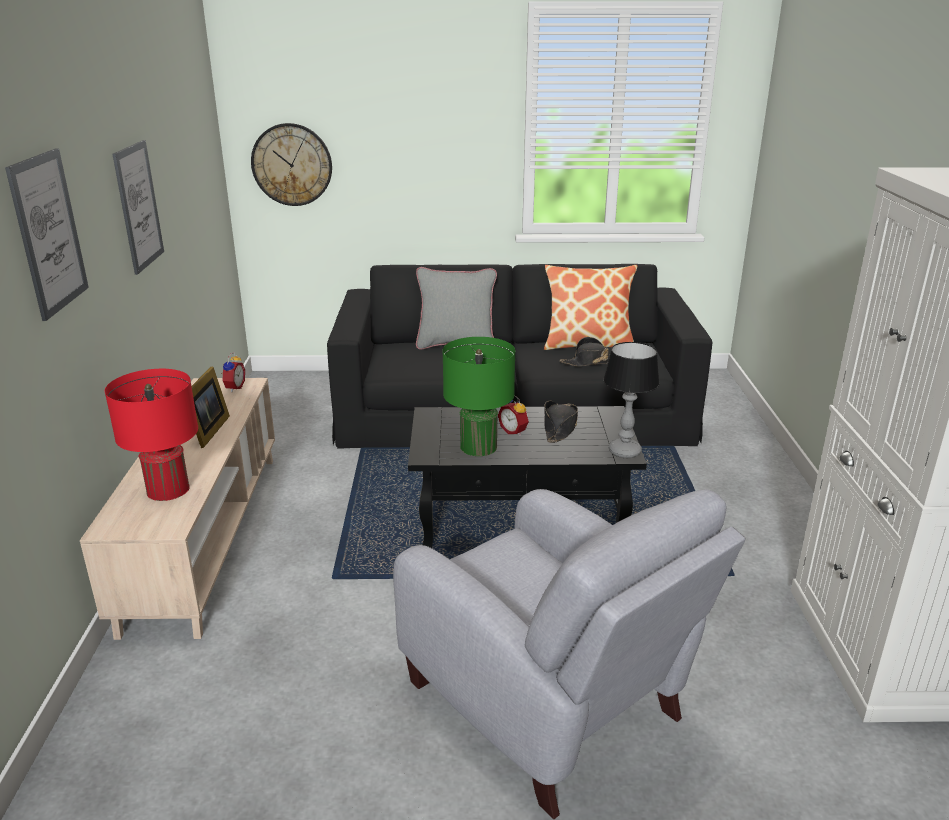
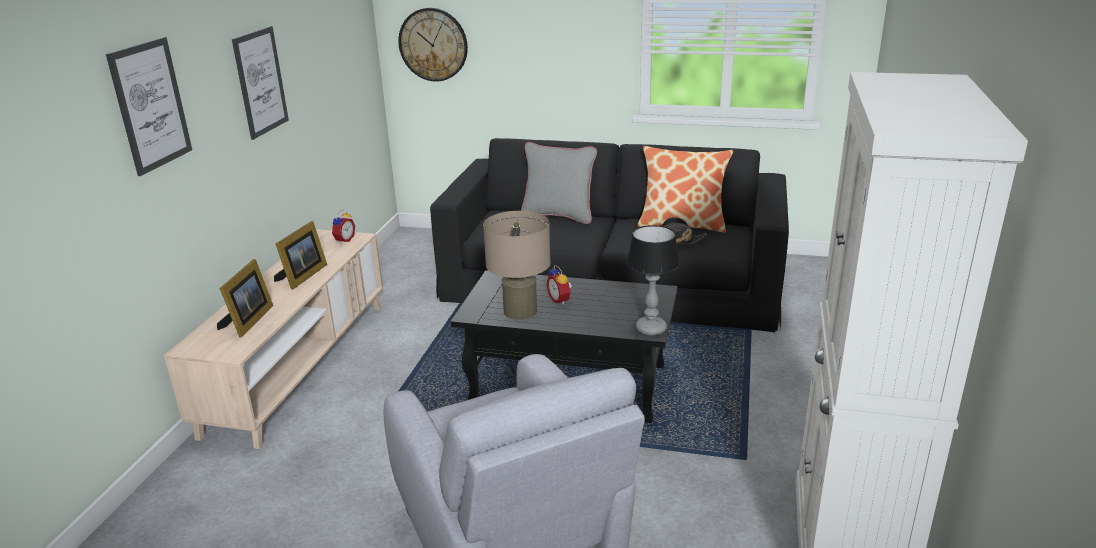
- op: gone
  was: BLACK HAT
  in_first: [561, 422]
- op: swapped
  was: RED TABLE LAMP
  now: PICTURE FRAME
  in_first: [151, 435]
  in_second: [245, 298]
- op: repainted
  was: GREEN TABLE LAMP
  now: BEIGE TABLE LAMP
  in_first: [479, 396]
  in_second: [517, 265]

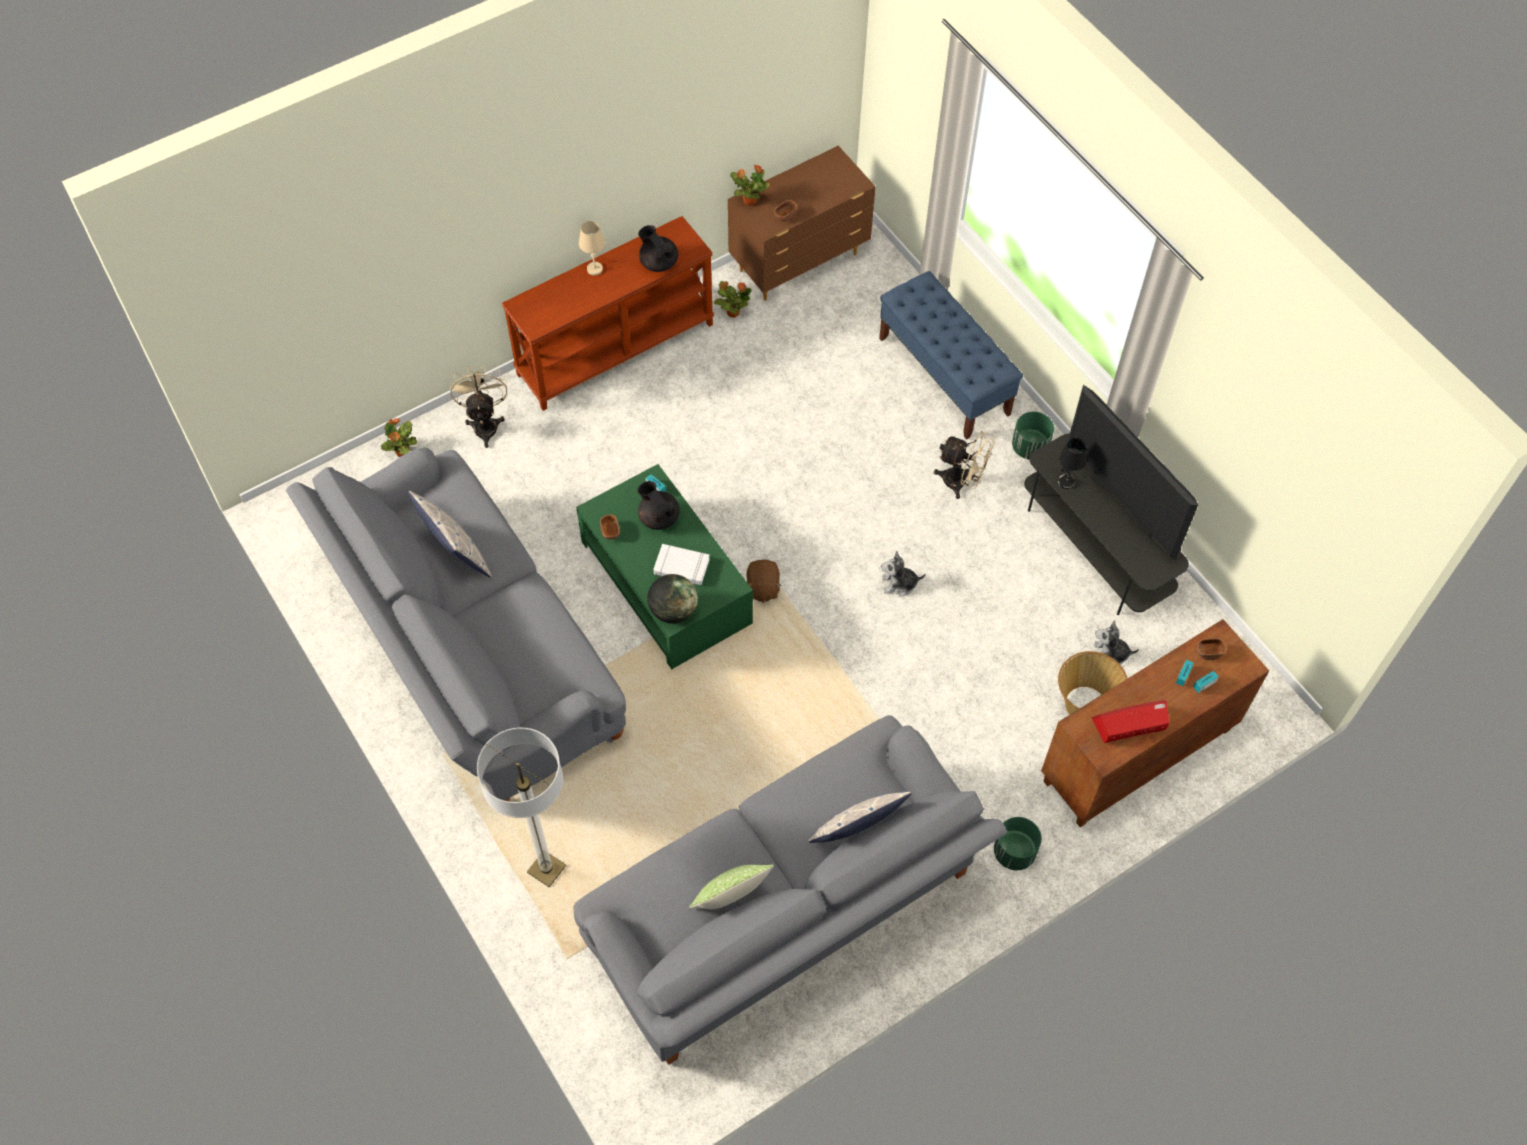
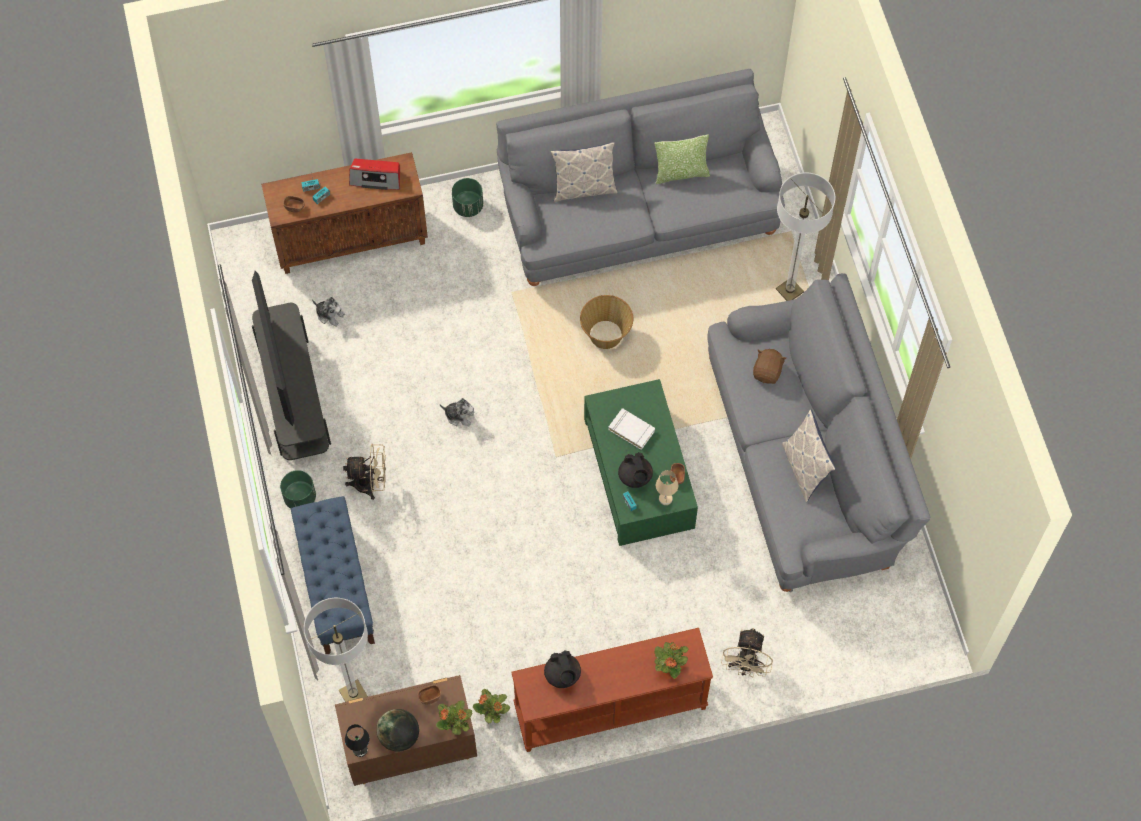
- op: new
  now: FLOOR LAMP
  in_second: [336, 650]
- op: shifted
  was: POTTED PLANT
  in_first: [399, 437]
  in_second: [671, 660]
- op: shifted
  was: BEIGE TABLE LAMP
  in_first: [592, 248]
  in_second: [667, 487]
- op: shifted
  was: GLOBE
  in_first: [672, 598]
  in_second: [397, 730]
- op: shifted
  was: BROWN PLUSH TOY
  in_first: [764, 581]
  in_second: [769, 366]
- op: shifted
  was: BLACK TABLE LAMP
  in_first: [1072, 463]
  in_second: [357, 740]
- op: shifted
  was: BASKET
  in_first: [1093, 683]
  in_second: [606, 322]
- op: rotated
  was: BEIGE FAN
  in_first: [964, 465]
  in_second: [364, 472]
  clockwise: 135

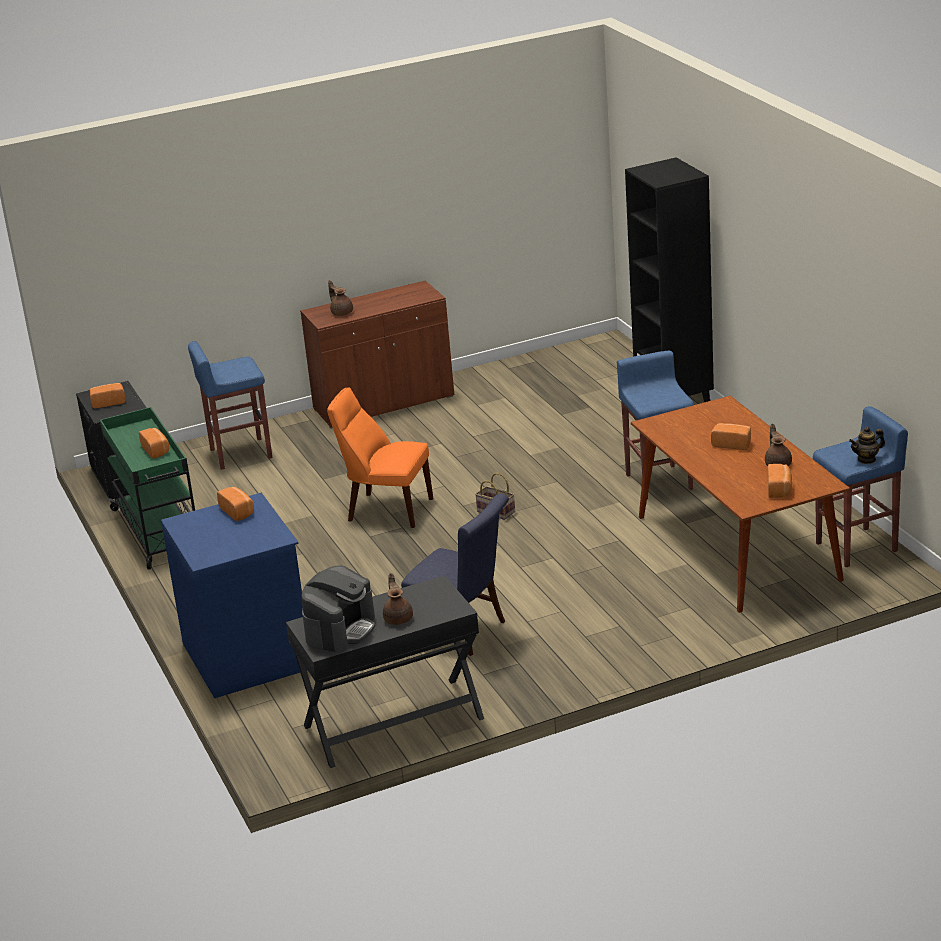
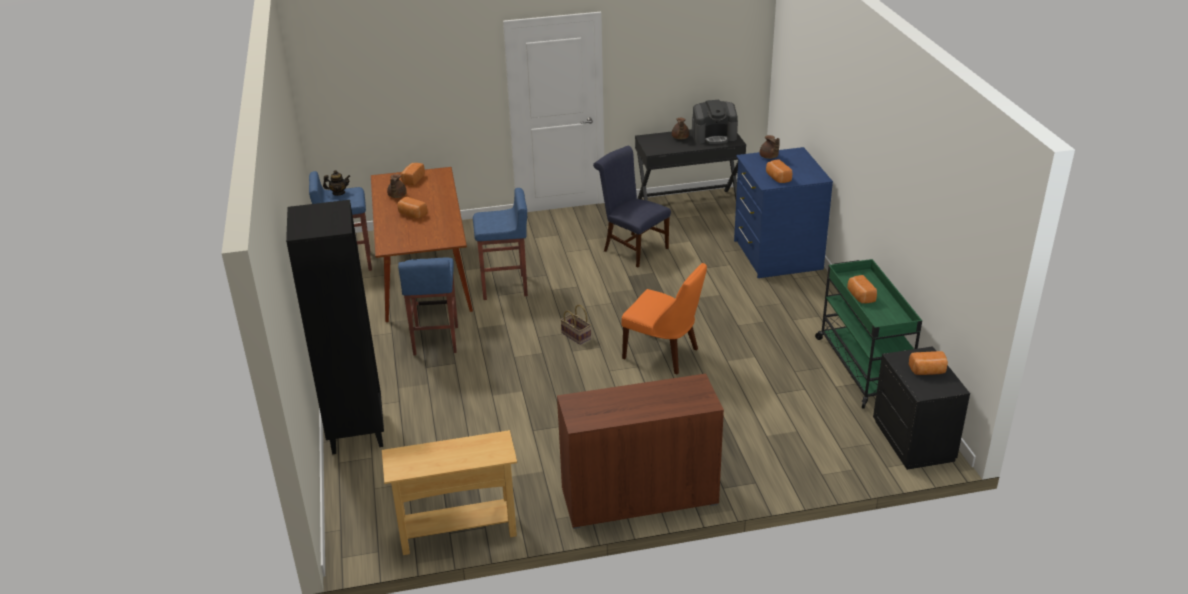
- op: new
  now: BEIGE CONSOLE TABLE
  in_second: [449, 492]
- op: shifted
  was: BLUE STOOL
  in_first: [230, 405]
  in_second: [500, 244]
- op: shifted
  was: BROWN TEAPOT
  in_first: [340, 298]
  in_second: [770, 147]
- op: rotated
  was: COFFEE MACHINE
  in_first: [338, 609]
  in_second: [715, 122]
  clockwise: -135

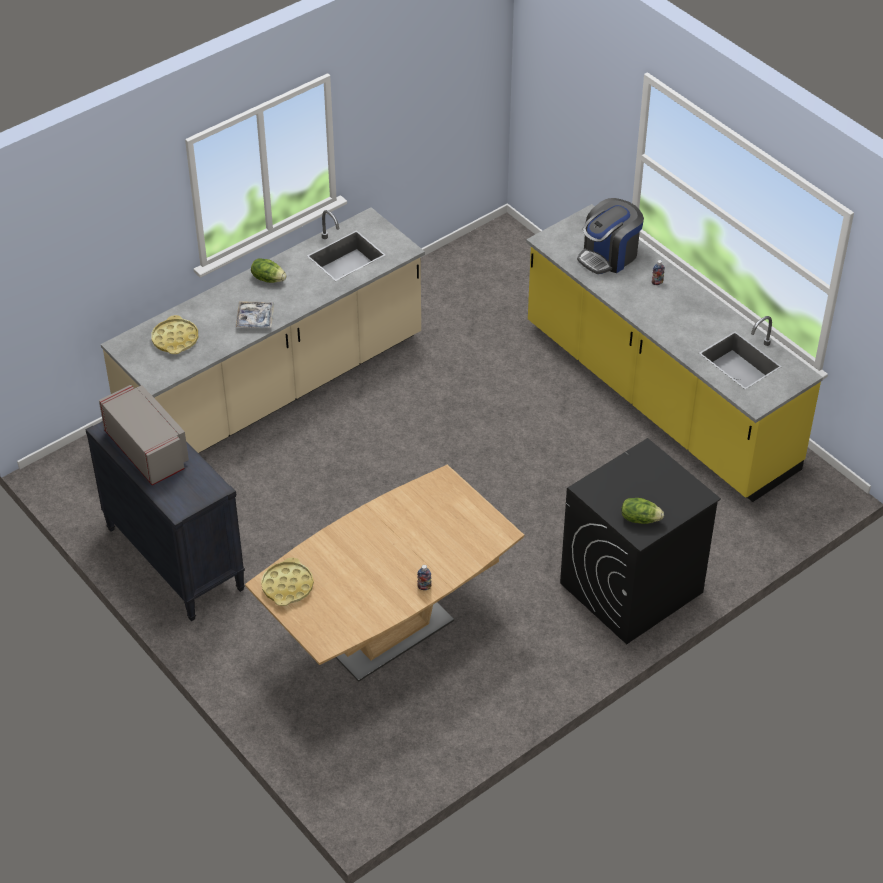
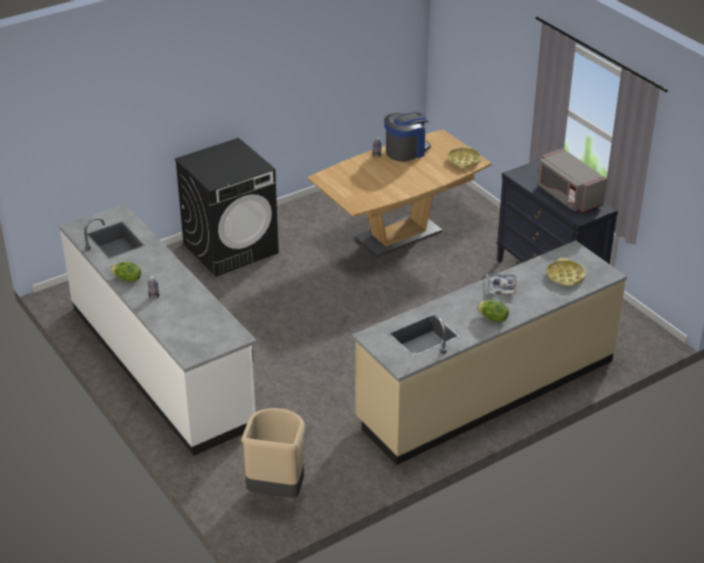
- op: new
  now: BEIGE TRASH CAN
  in_second: [273, 453]
- op: shifted
  was: COFFEE MACHINE
  in_first: [610, 236]
  in_second: [407, 137]
- op: shifted
  was: LETTUCE
  in_first: [642, 511]
  in_second: [125, 272]
- op: repainted
  was: YELLOW COUNTER
  now: WHITE COUNTER
  in_first: [674, 353]
  in_second: [158, 330]

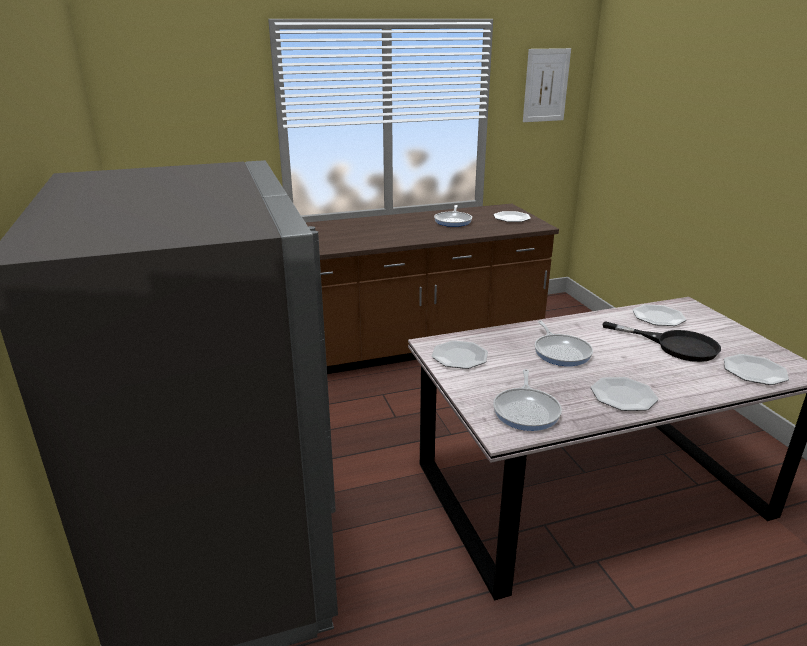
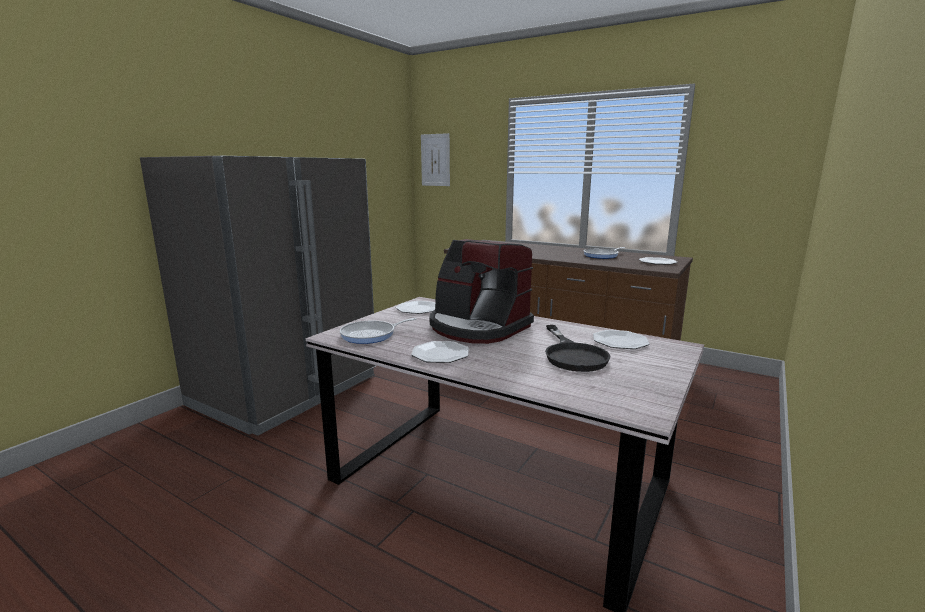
- op: gone
  was: PLATE
  in_first: [756, 369]
- op: shifted
  was: PICTURE
  in_first: [547, 85]
  in_second: [435, 159]
- op: swapped
  was: FRYING PAN
  now: COFFEE MACHINE
  in_first: [563, 343]
  in_second: [482, 291]

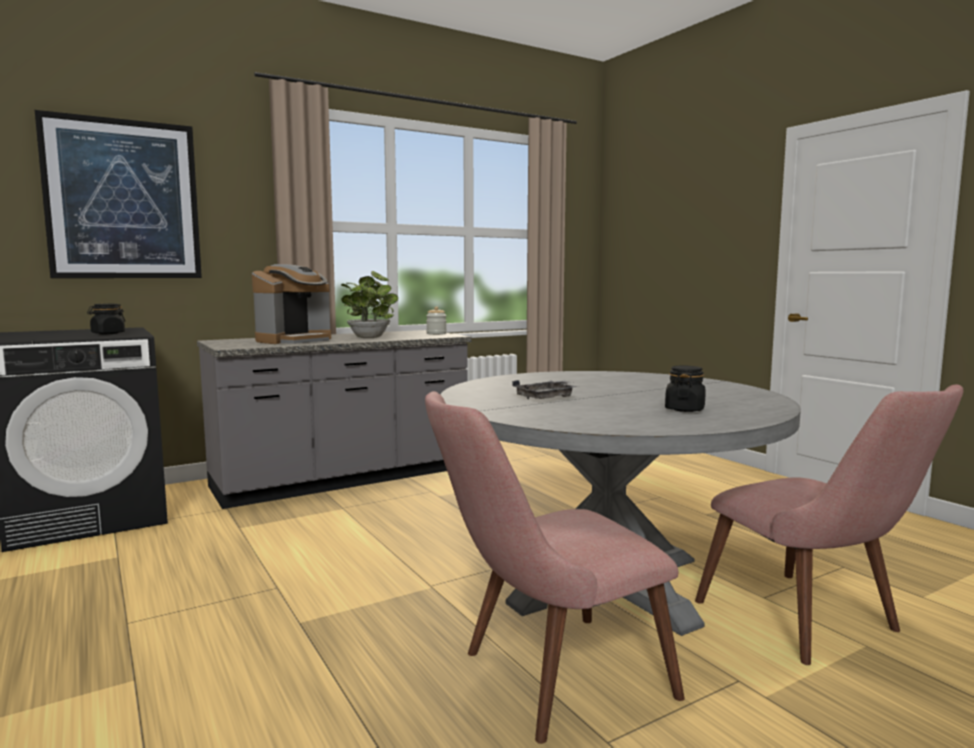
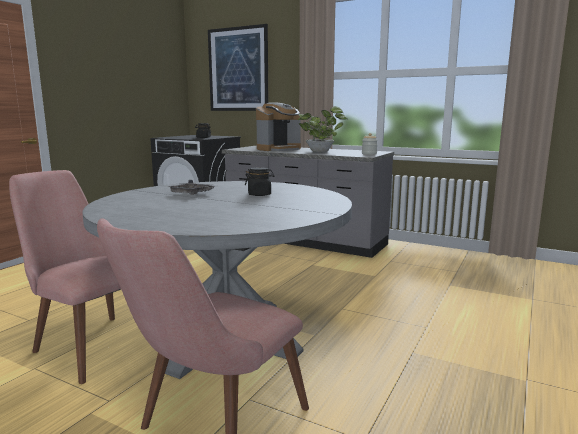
- op: shifted
  was: BLACK JAR
  in_first: [685, 389]
  in_second: [259, 181]
- op: rotated
  was: COFFEE MACHINE
  in_first: [291, 304]
  in_second: [278, 126]
  clockwise: -45

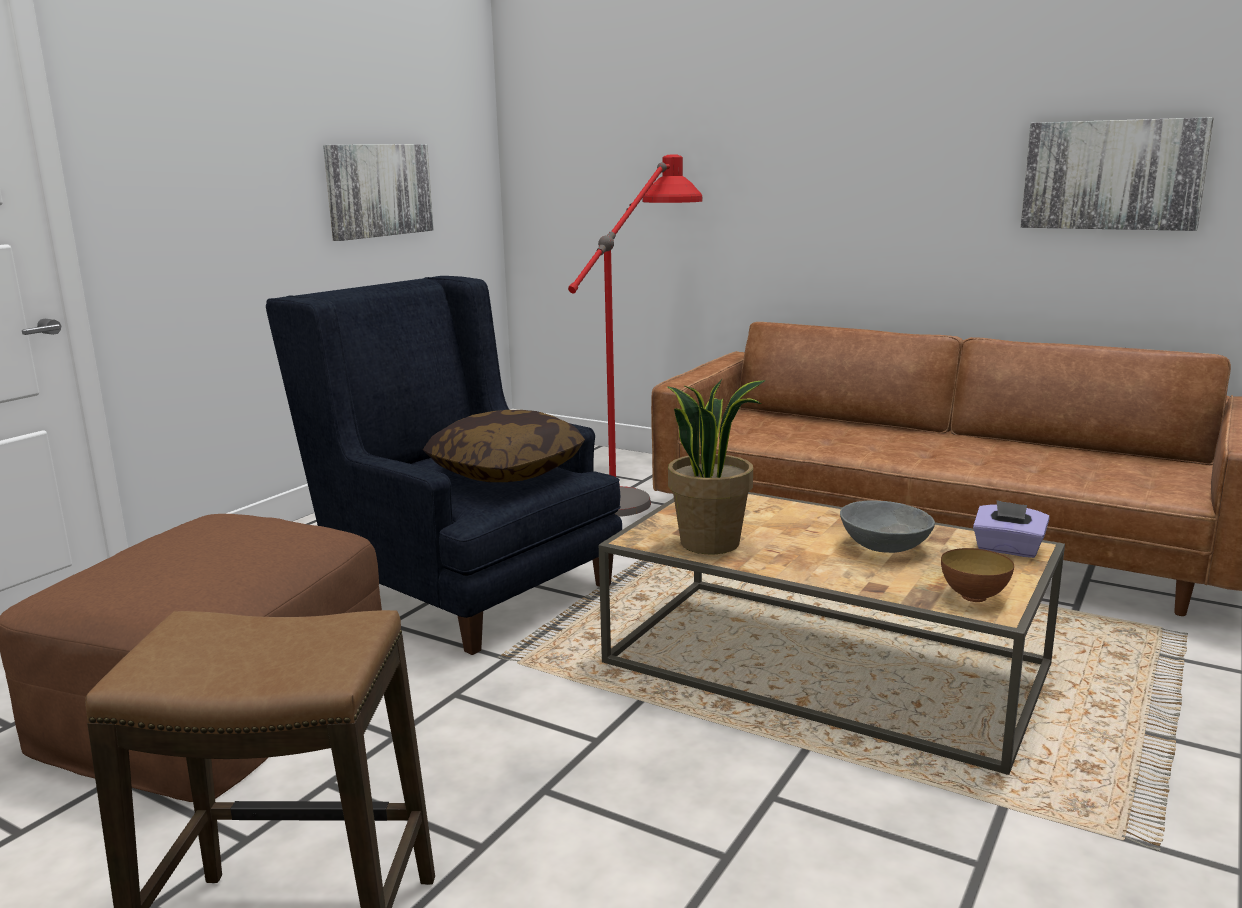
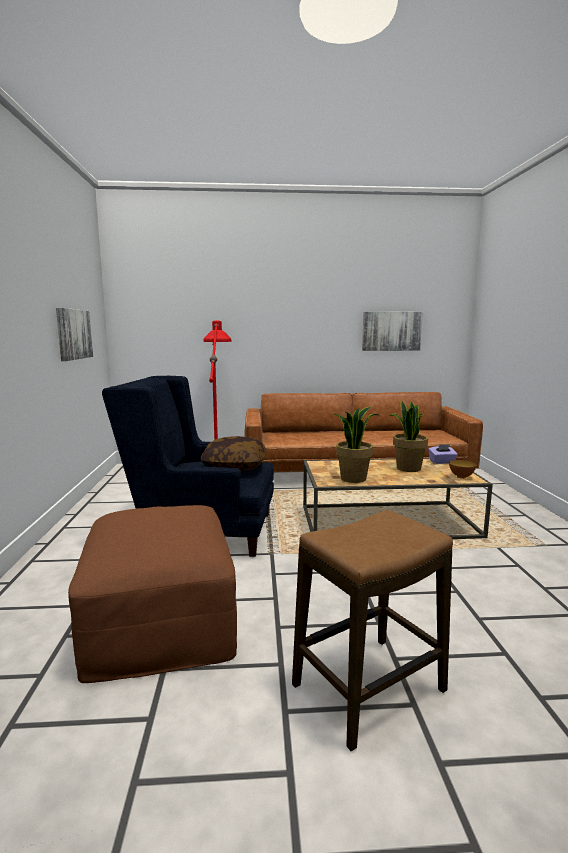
- op: swapped
  was: GREY BOWL
  now: POTTED PLANT
  in_first: [887, 526]
  in_second: [408, 436]

